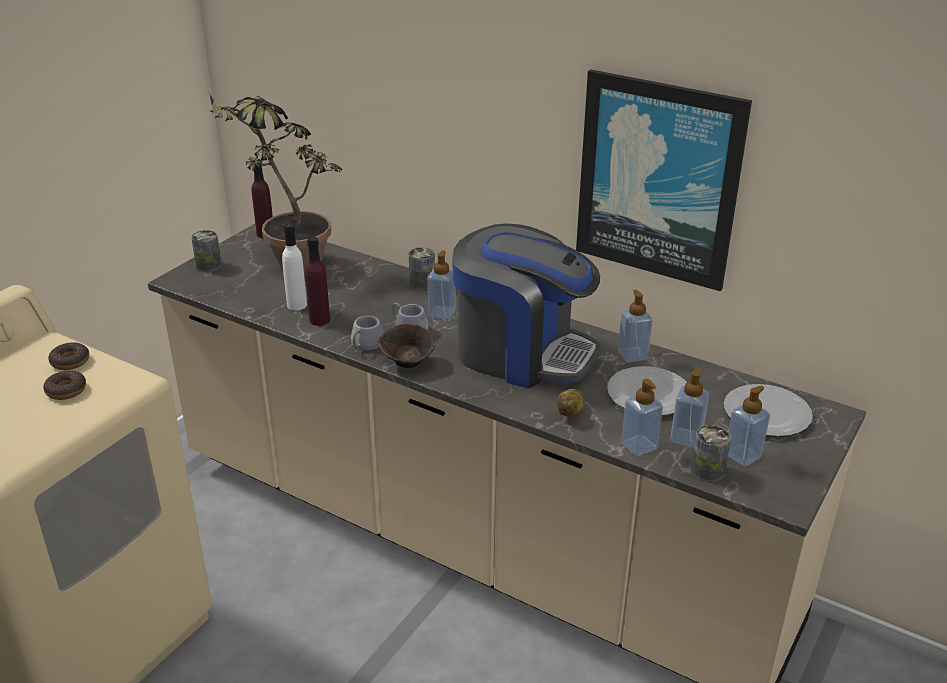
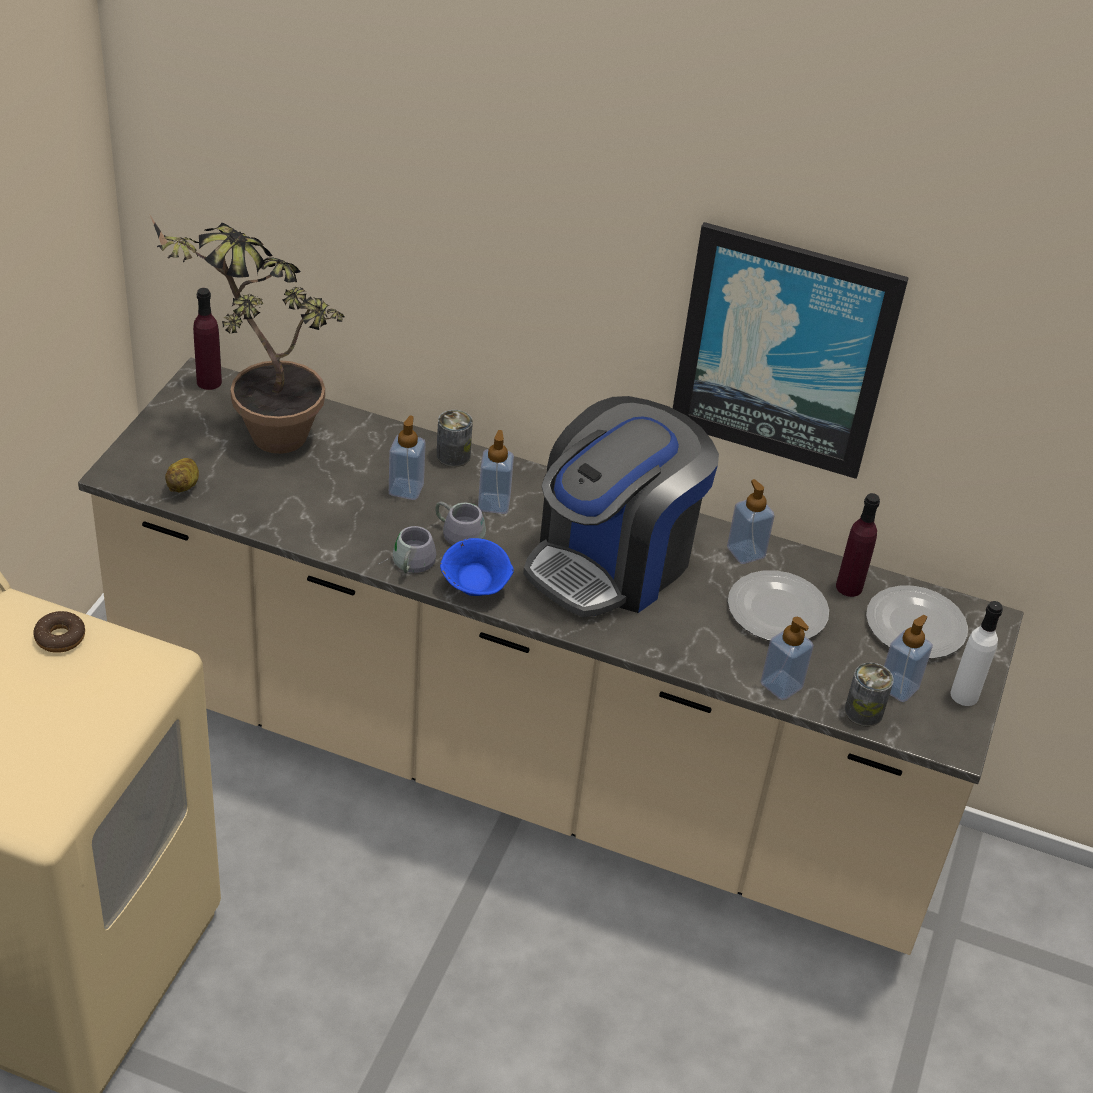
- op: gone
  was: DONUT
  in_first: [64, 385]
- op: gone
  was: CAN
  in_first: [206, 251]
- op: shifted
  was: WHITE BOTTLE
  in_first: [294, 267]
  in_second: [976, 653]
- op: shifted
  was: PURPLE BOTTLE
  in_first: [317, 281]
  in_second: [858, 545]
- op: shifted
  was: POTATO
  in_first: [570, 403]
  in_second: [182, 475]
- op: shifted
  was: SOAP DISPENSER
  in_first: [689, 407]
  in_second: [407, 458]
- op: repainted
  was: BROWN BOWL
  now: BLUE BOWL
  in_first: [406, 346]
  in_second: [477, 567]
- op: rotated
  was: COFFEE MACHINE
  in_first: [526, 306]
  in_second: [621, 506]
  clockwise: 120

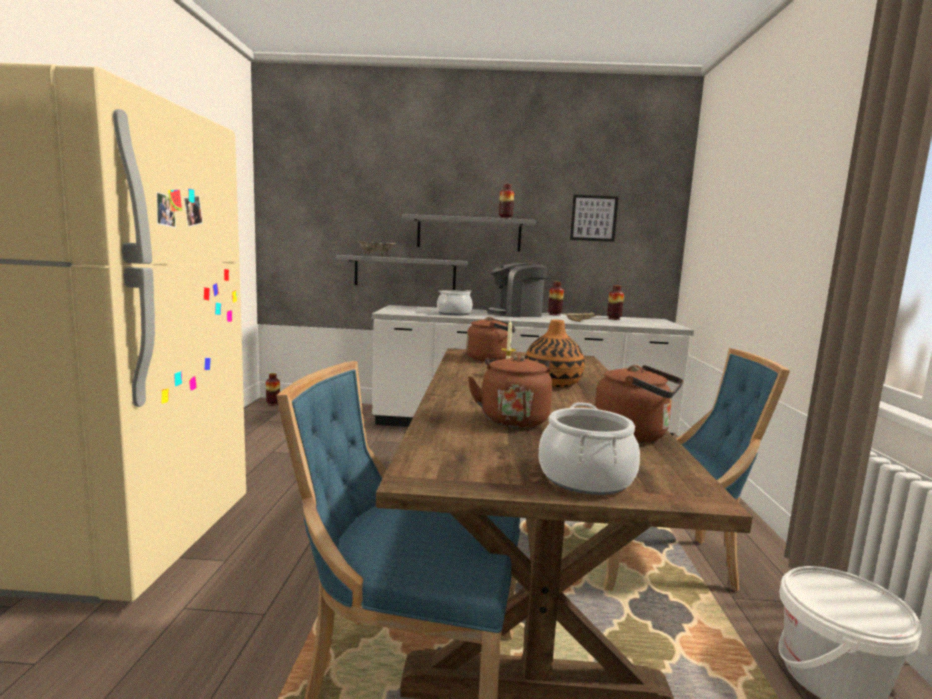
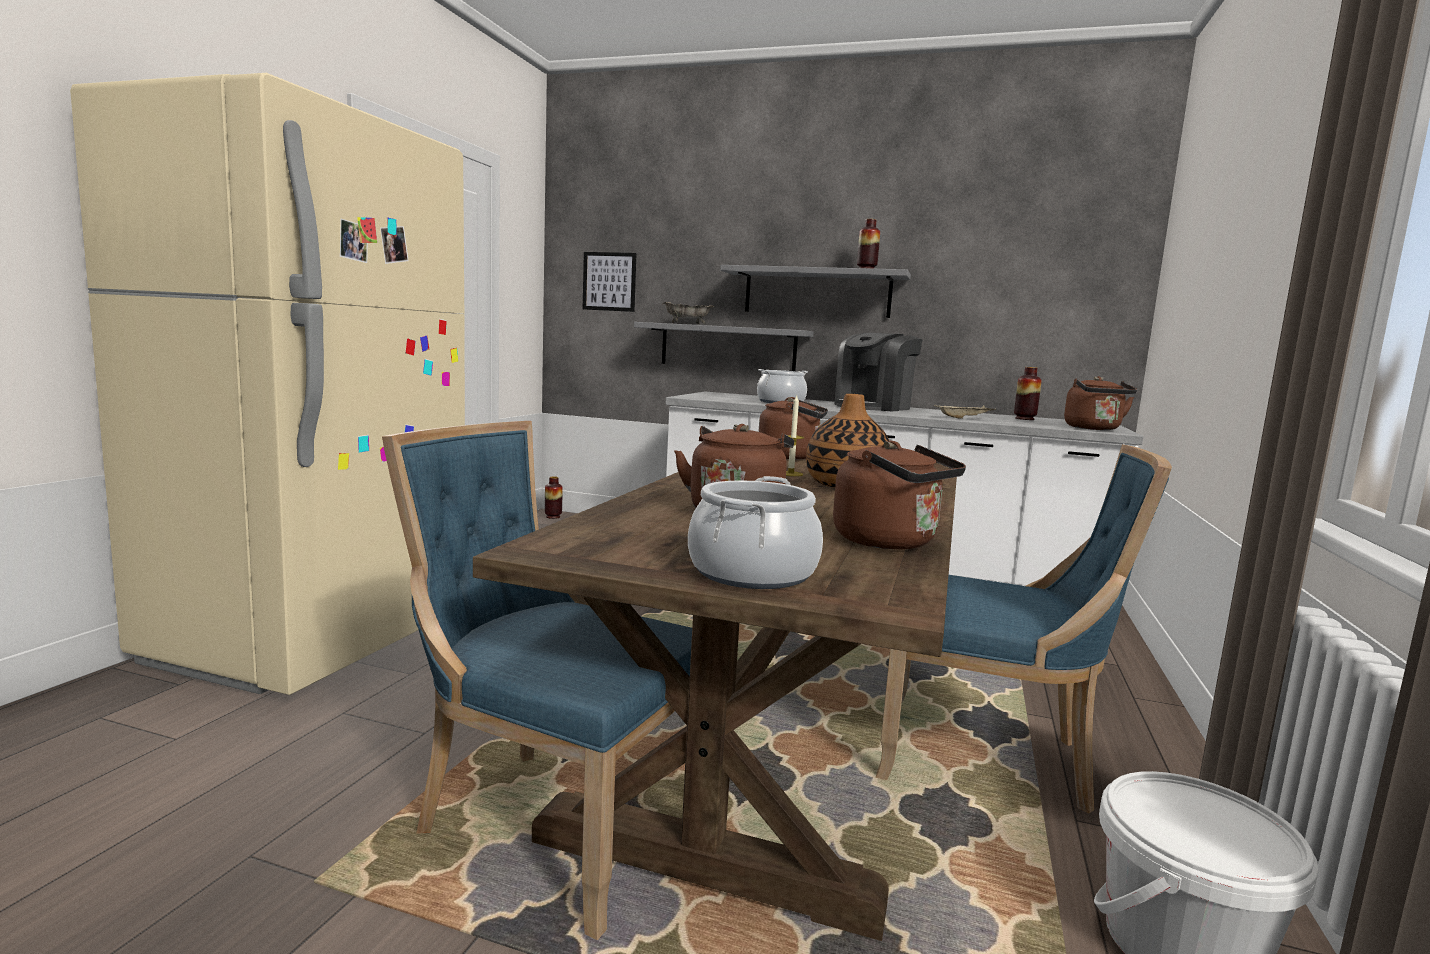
- op: gone
  was: VASE
  in_first: [556, 299]
- op: new
  now: BROWN KETTLE
  in_second: [1100, 403]
- op: shifted
  was: PICTURE
  in_first: [594, 218]
  in_second: [610, 282]
- op: rotated
  was: COFFEE MACHINE
  in_first: [516, 290]
  in_second: [878, 372]
  clockwise: -45

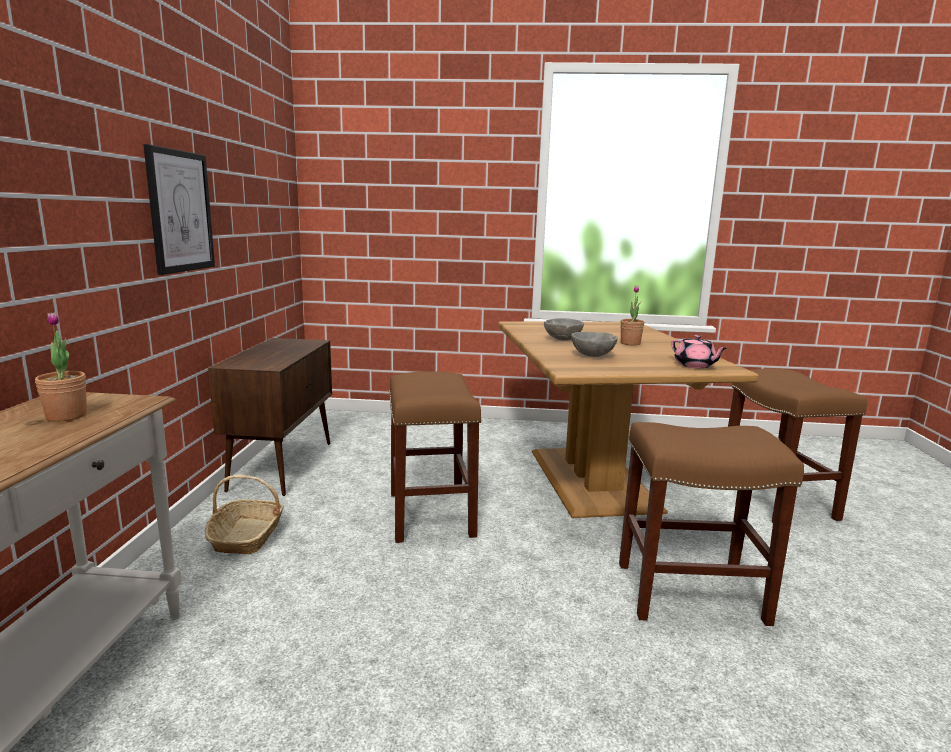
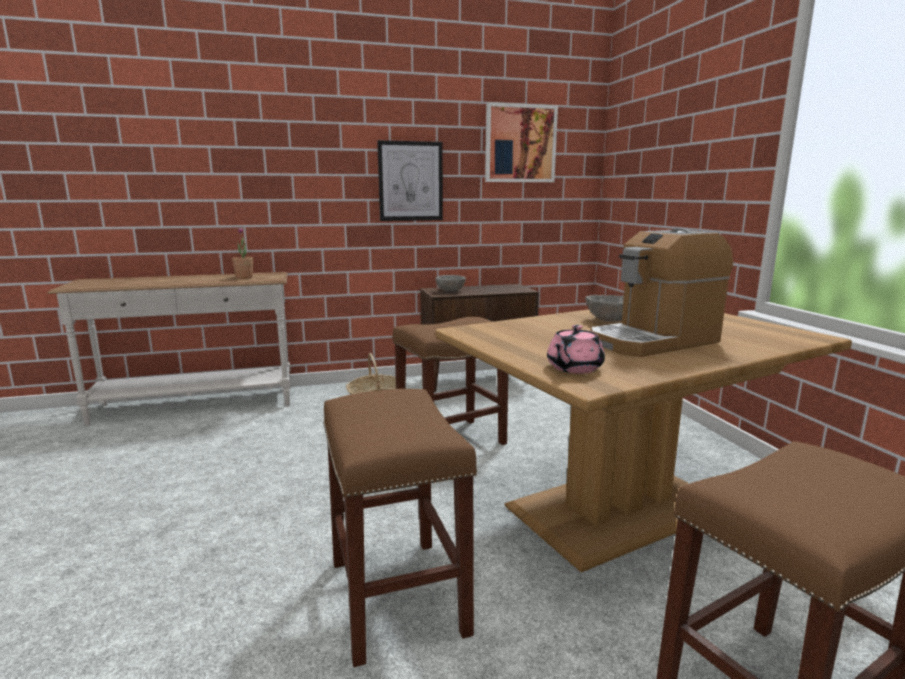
- op: new
  now: PICTURE
  in_second: [521, 142]
- op: shifted
  was: GREY BOWL
  in_first: [594, 344]
  in_second: [450, 283]
- op: swapped
  was: POTTED PLANT
  now: COFFEE MACHINE
  in_first: [632, 315]
  in_second: [662, 292]

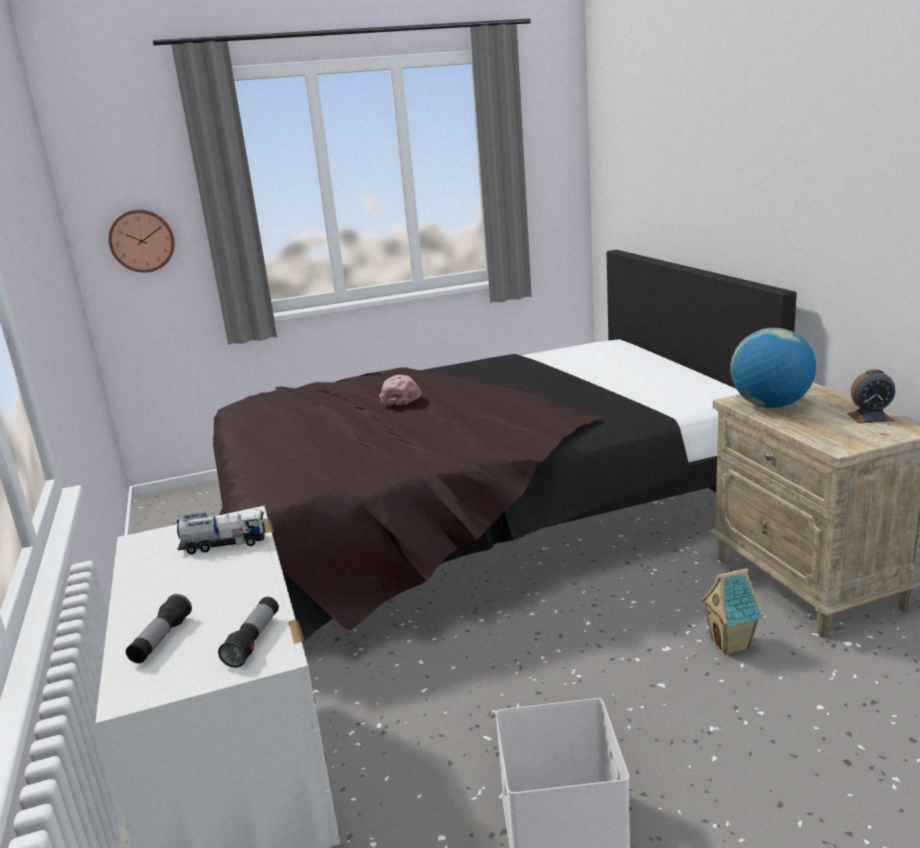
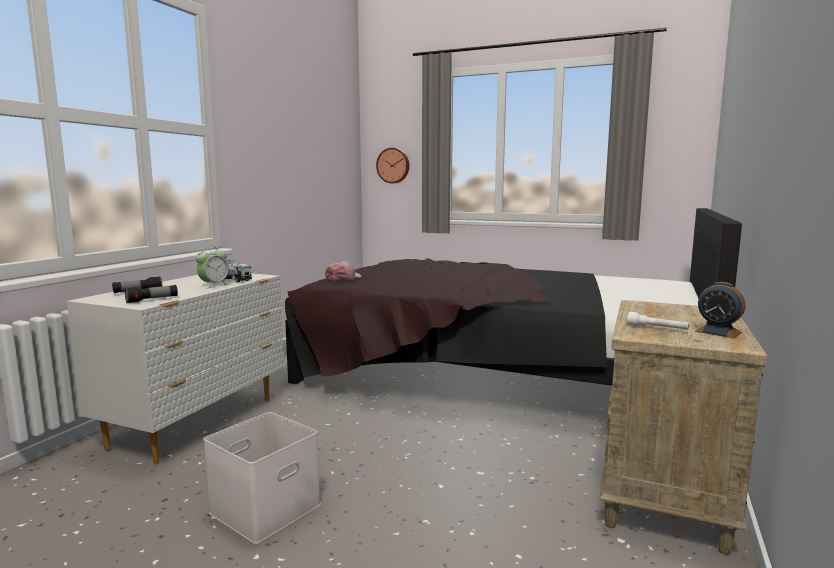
- op: gone
  was: TOY HOUSE
  in_first: [732, 611]
- op: gone
  was: GLOBE
  in_first: [773, 368]
- op: new
  now: ALARM CLOCK
  in_second: [213, 267]
- op: new
  now: WHITE FLASHLIGHT
  in_second: [658, 321]
- op: shifted
  was: PINK CAP
  in_first: [400, 390]
  in_second: [343, 271]

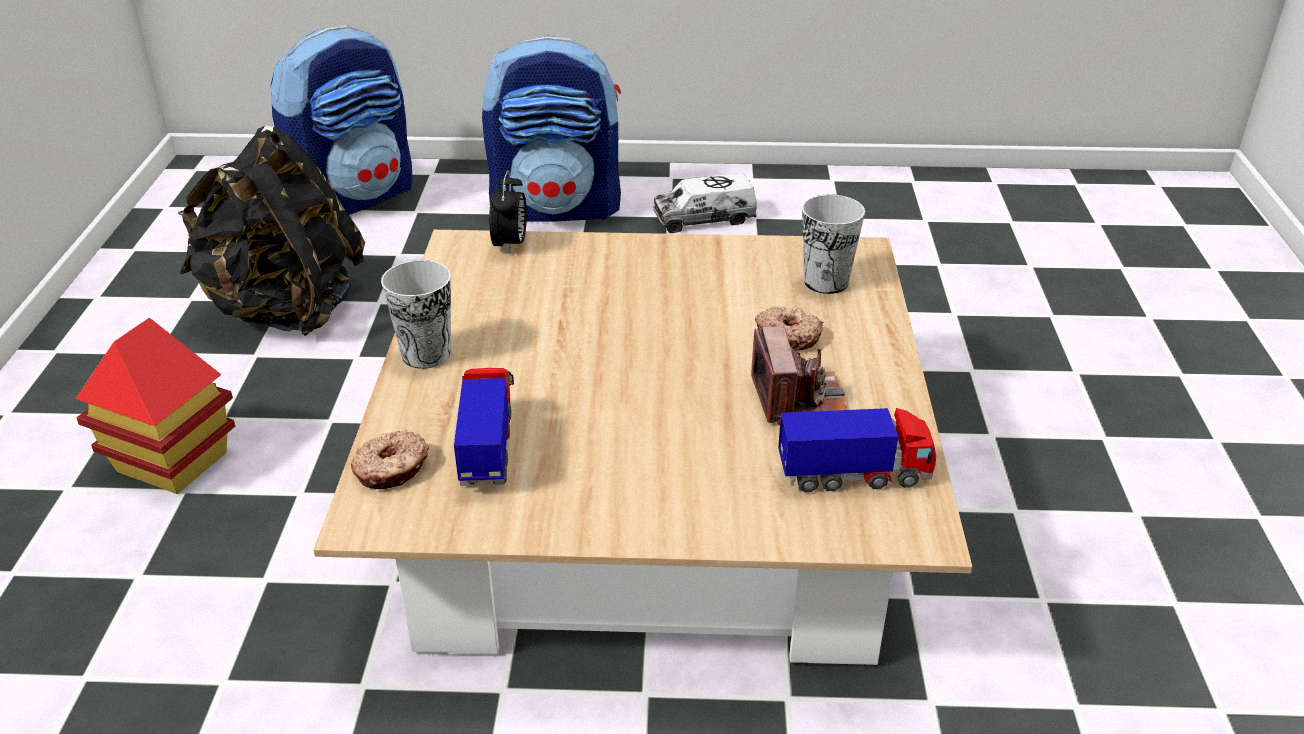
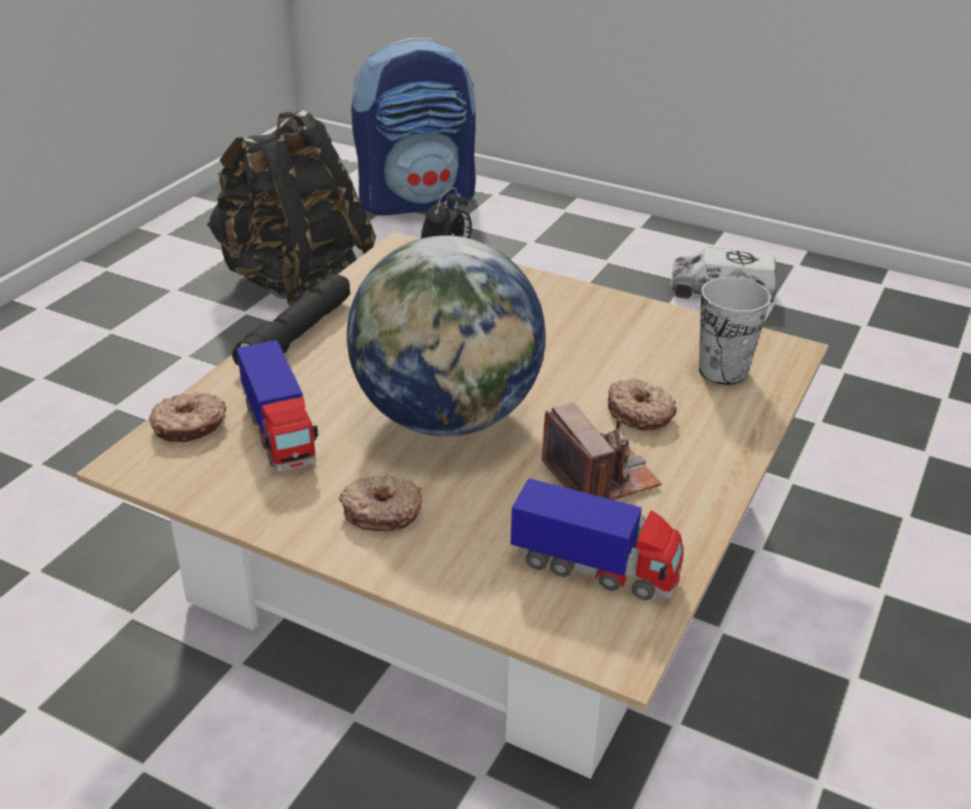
- op: gone
  was: TOY HOUSE
  in_first: [155, 406]
- op: gone
  was: BACKPACK
  in_first: [551, 128]
- op: new
  now: DONUT
  in_second: [380, 503]
- op: new
  now: GLOBE
  in_second: [446, 336]
- op: swapped
  was: CUP
  now: BLACK FLASHLIGHT
  in_first: [416, 314]
  in_second: [291, 319]
- op: rotated
  was: TOY TRUCK
  in_first: [484, 427]
  in_second: [277, 405]
  clockwise: 135
- op: rotated
  was: PHOTO CAMERA
  in_first: [799, 375]
  in_second: [601, 451]
  clockwise: -45

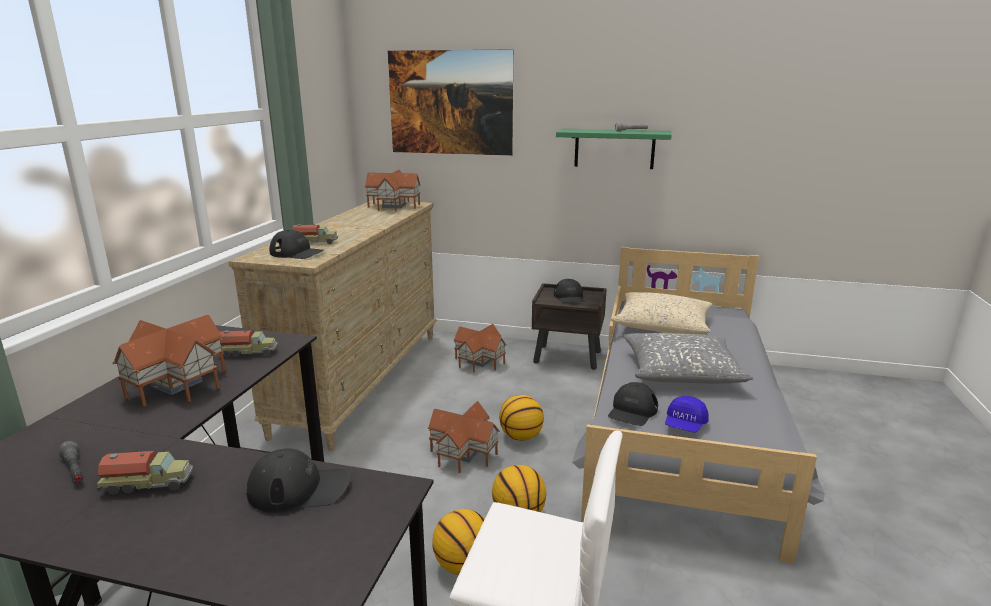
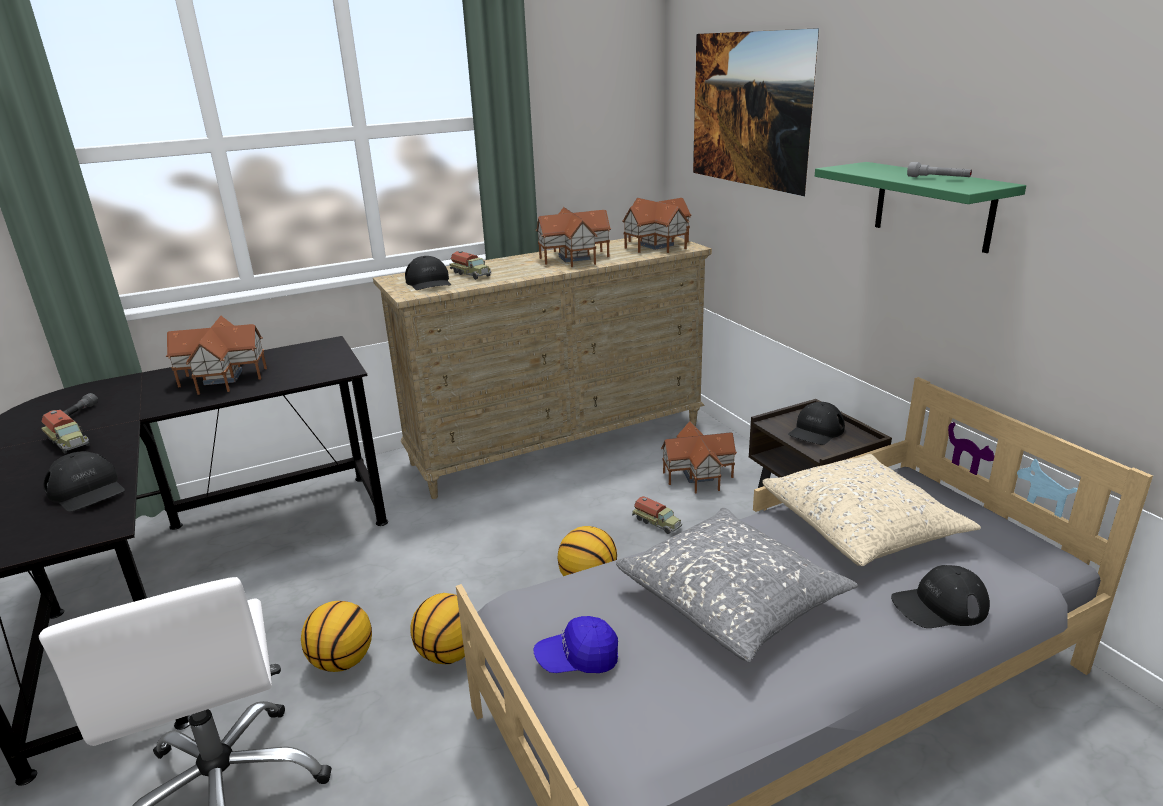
- op: shifted
  was: TOY TRUCK
  in_first: [249, 343]
  in_second: [657, 515]
- op: shifted
  was: TOY HOUSE
  in_first: [464, 437]
  in_second: [573, 237]
- op: shifted
  was: BLACK CAP
  in_first: [633, 404]
  in_second: [940, 596]

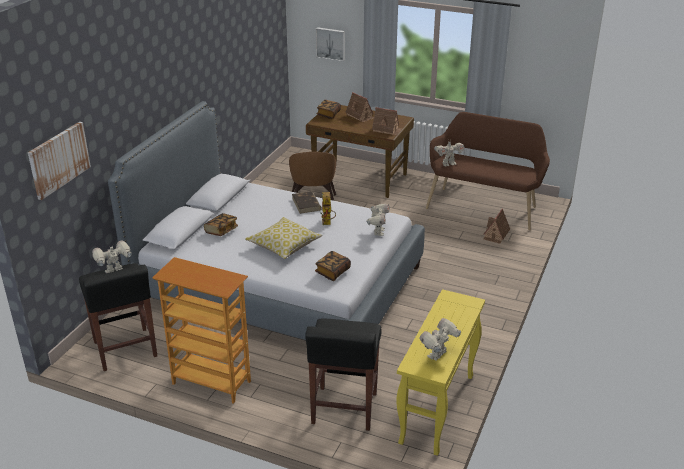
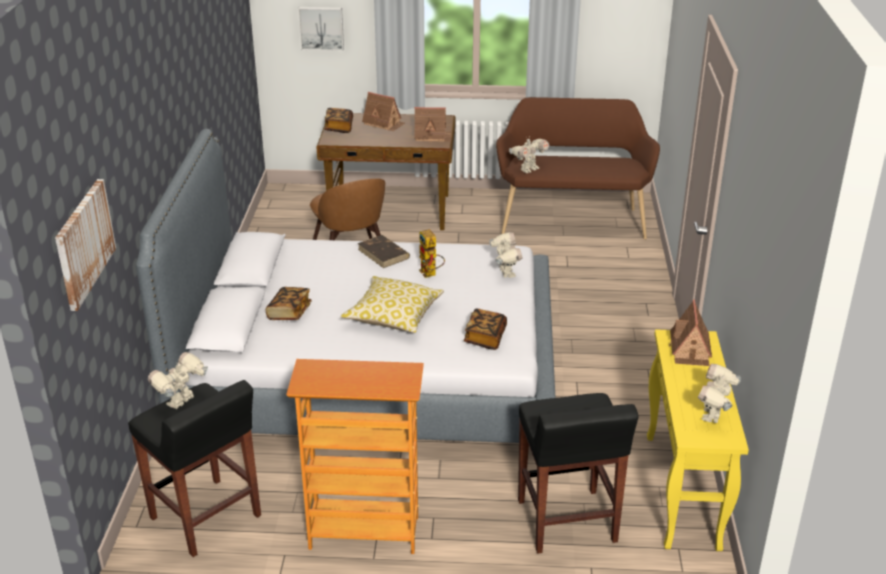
- op: shifted
  was: TOY HOUSE
  in_first: [496, 226]
  in_second: [690, 332]

